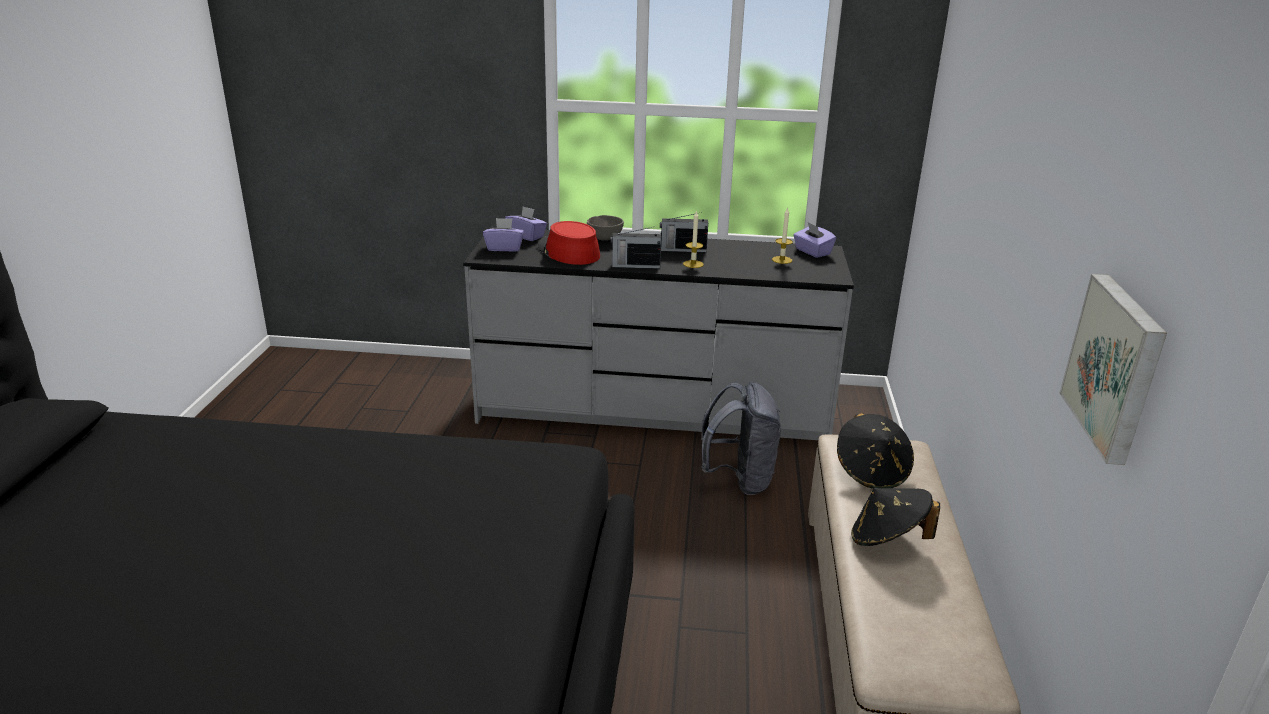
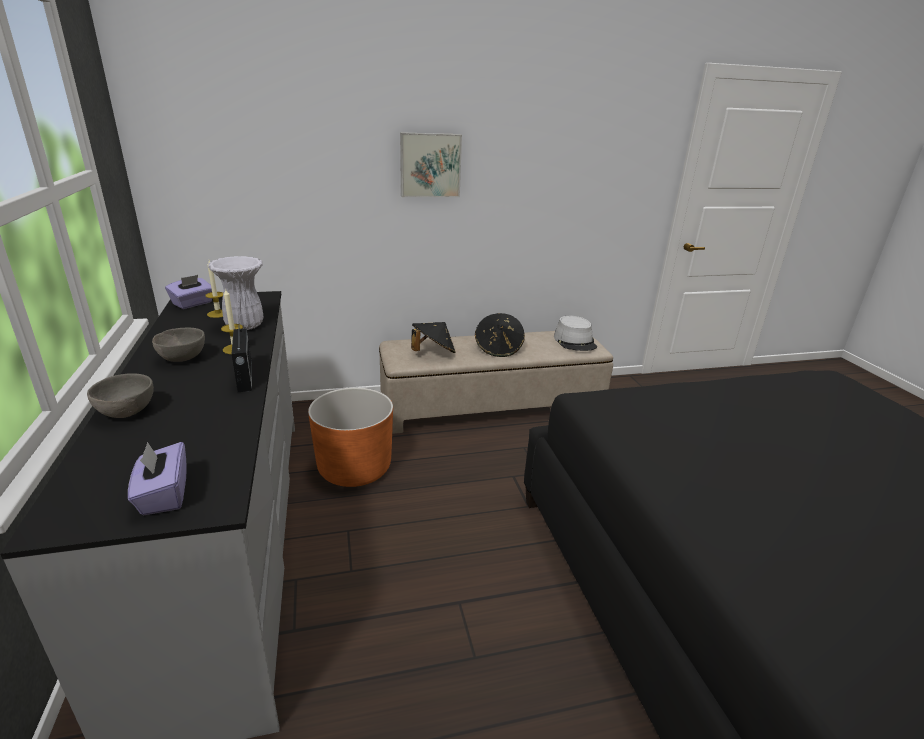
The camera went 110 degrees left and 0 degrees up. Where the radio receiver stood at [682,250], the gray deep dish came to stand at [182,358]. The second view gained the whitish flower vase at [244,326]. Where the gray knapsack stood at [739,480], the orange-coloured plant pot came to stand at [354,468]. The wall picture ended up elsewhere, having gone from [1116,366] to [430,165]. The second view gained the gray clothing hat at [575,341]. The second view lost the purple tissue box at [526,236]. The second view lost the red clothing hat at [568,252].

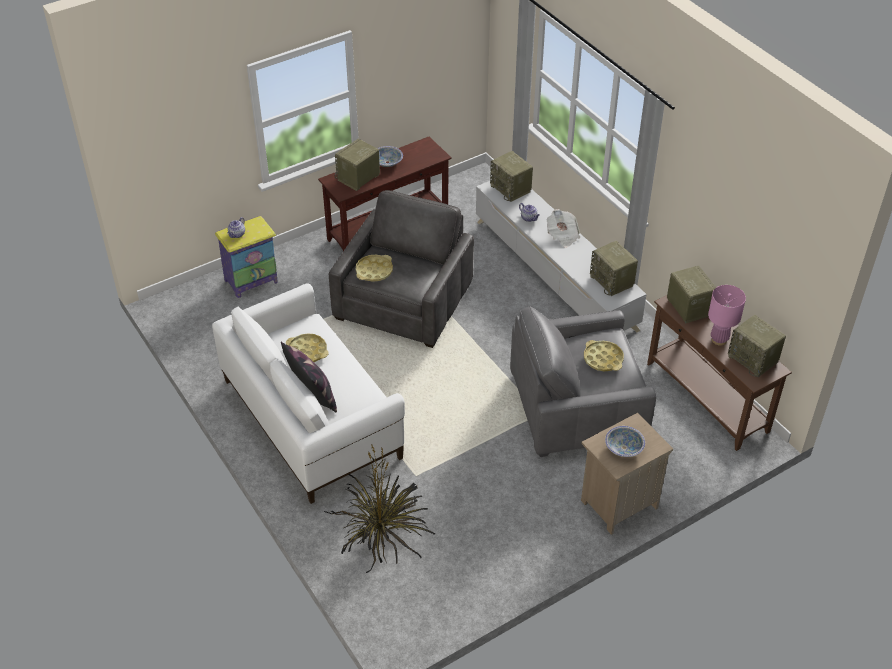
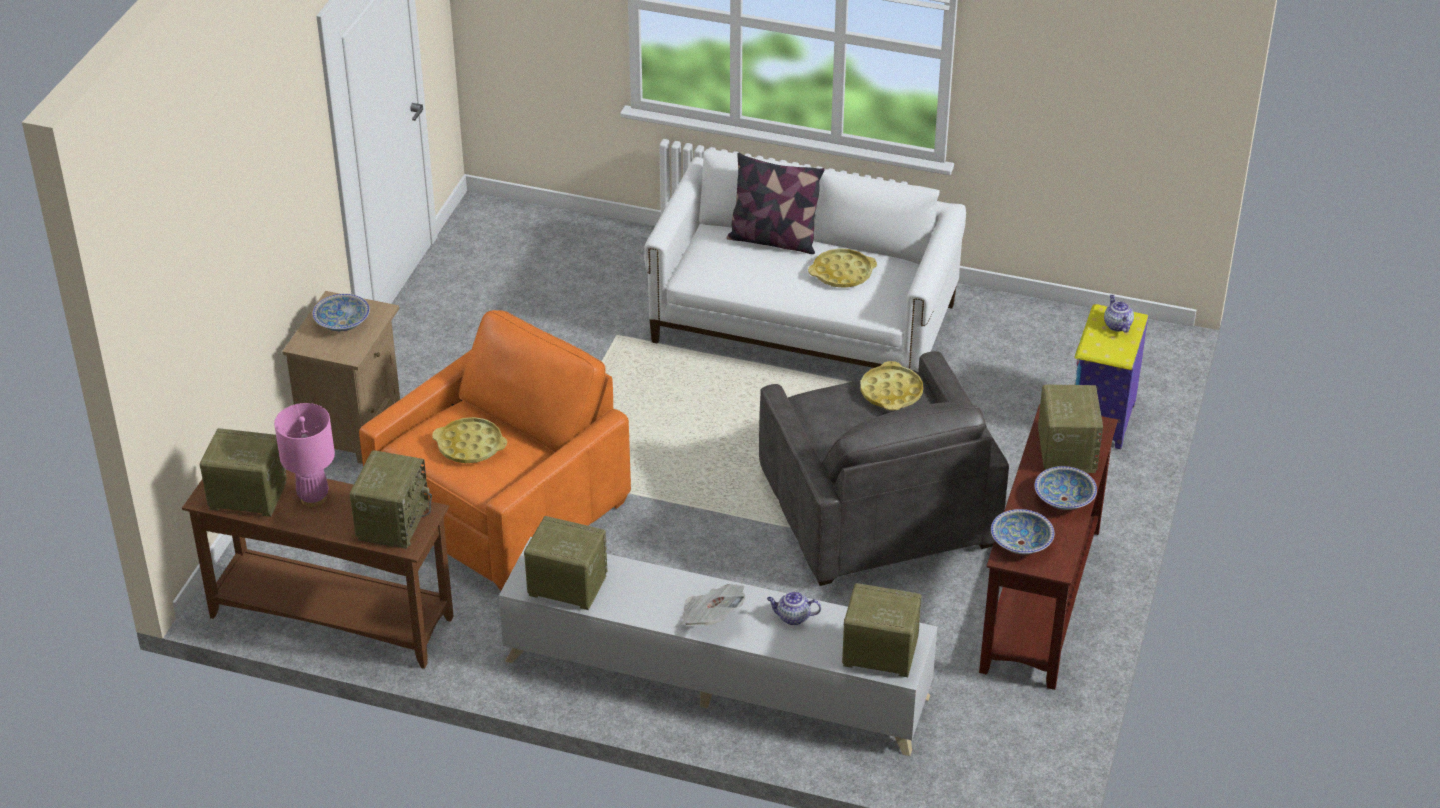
The camera went 140 degrees right and 5 degrees down. The radio receiver at [688,307] ended up facing another way, 105 degrees counterclockwise from before. What was the gray easy chair at [576,406] turned into the orange-coloured easy chair at [501,508]. The second view gained the deep dish at [1021,543]. The second view lost the houseplant at [382,535].

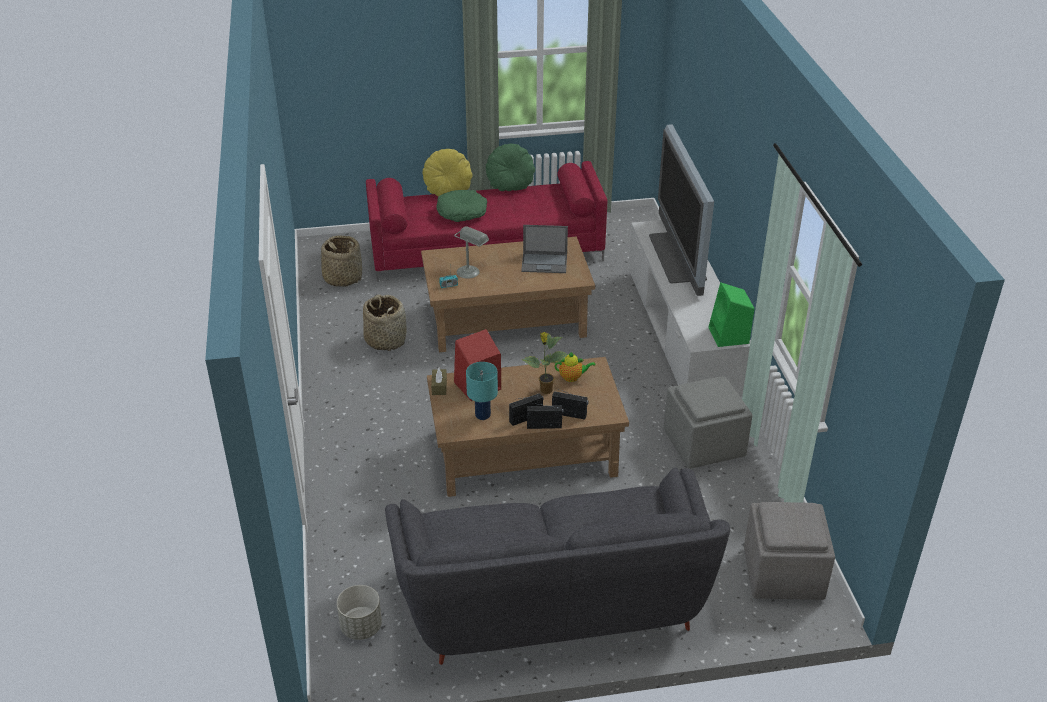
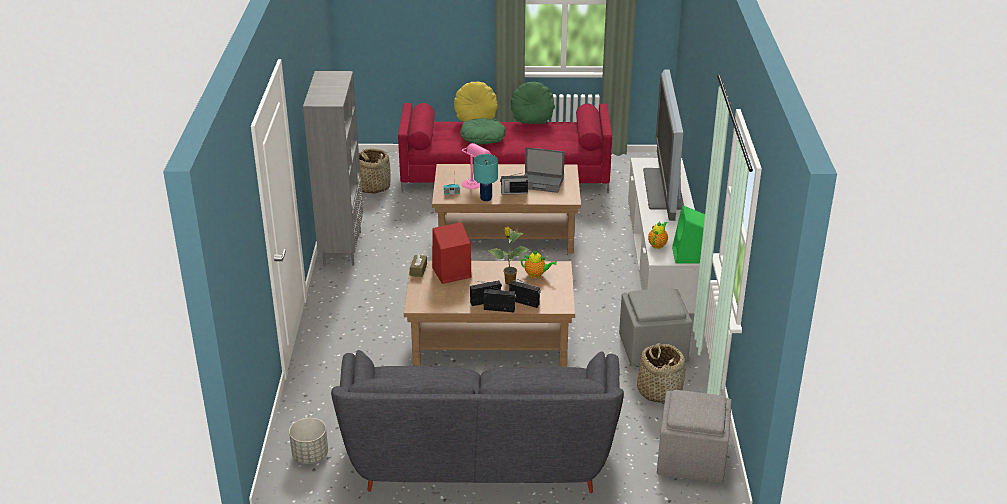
The camera went 10 degrees right and 5 degrees down. The second view gained the gray bookshelf at [341,248]. What was the gray table lamp at [470,269] turned into the pinkish table lamp at [474,182]. The turquoise table lamp ended up elsewhere, having gone from [483,416] to [486,199]. The second view gained the radio receiver at [513,192]. The storage basket ended up elsewhere, having gone from [386,340] to [659,391]. The second view gained the pot for tea at [658,244].

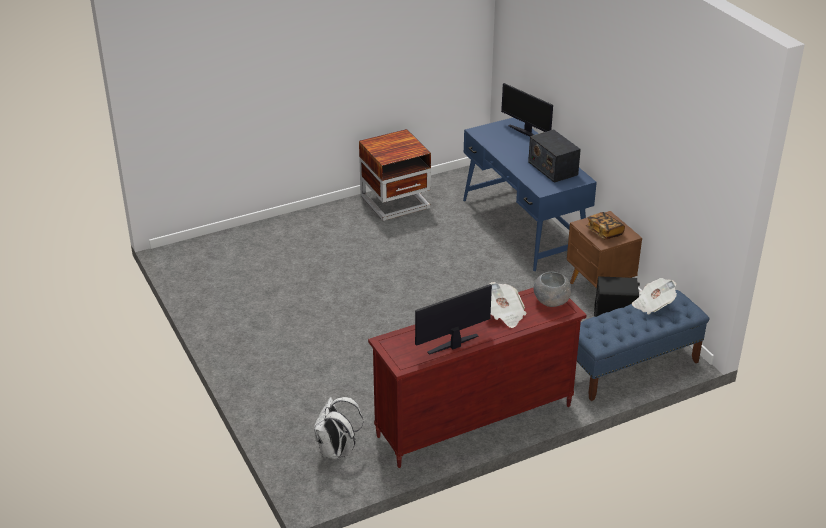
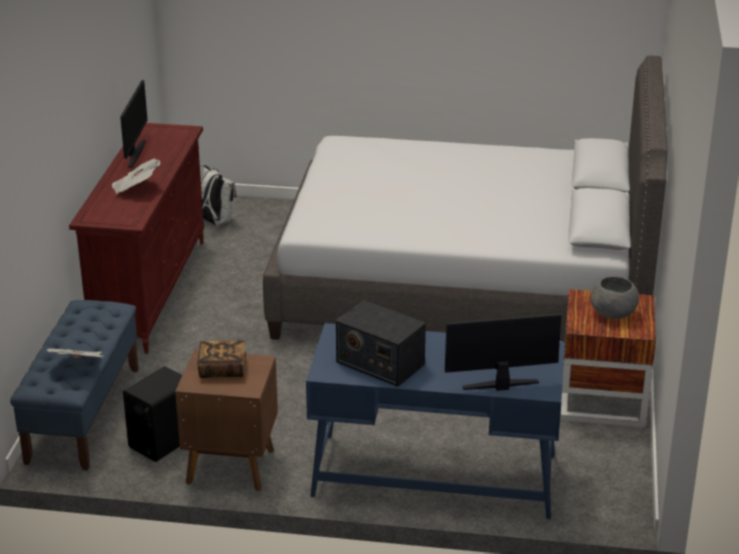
The camera went 125 degrees right and 5 degrees down. The second view gained the gray bed at [464,287]. The radio receiver at [552,168] ended up facing another way, 150 degrees counterclockwise from before. The gray deep dish ended up elsewhere, having gone from [551,301] to [612,313].

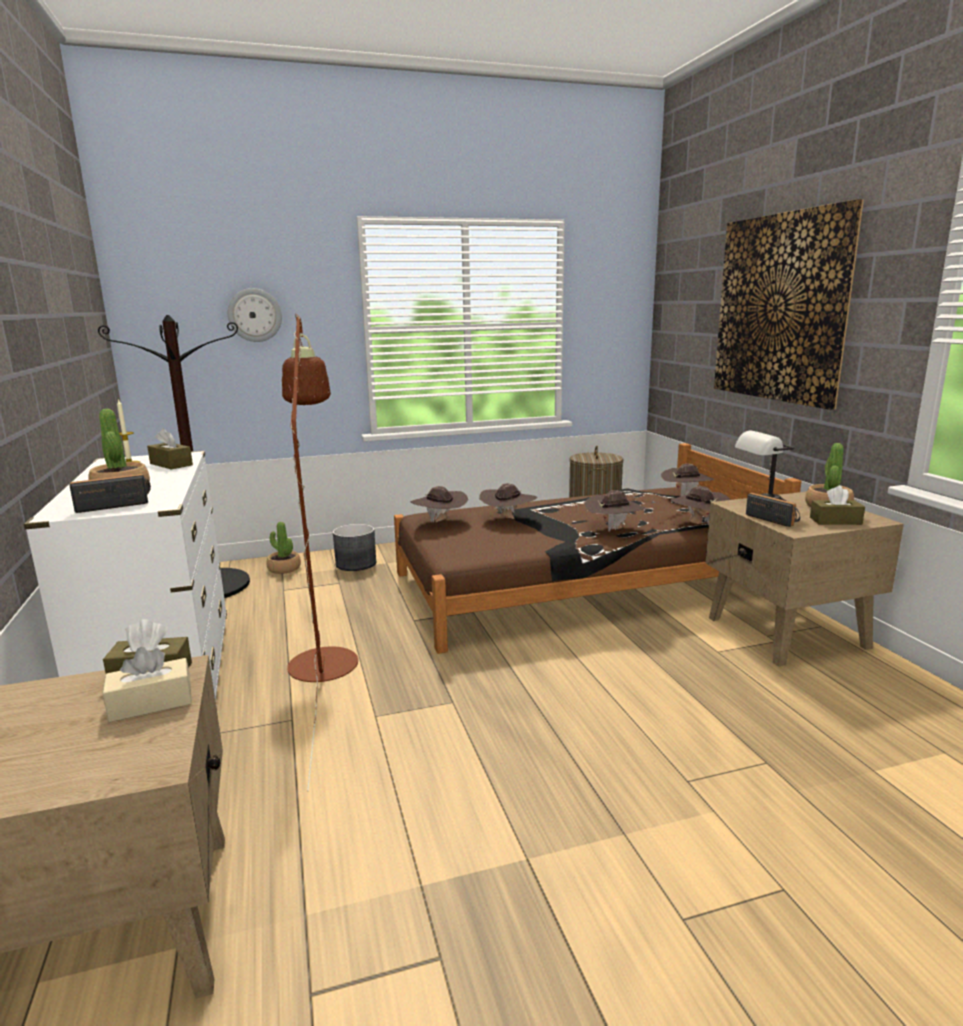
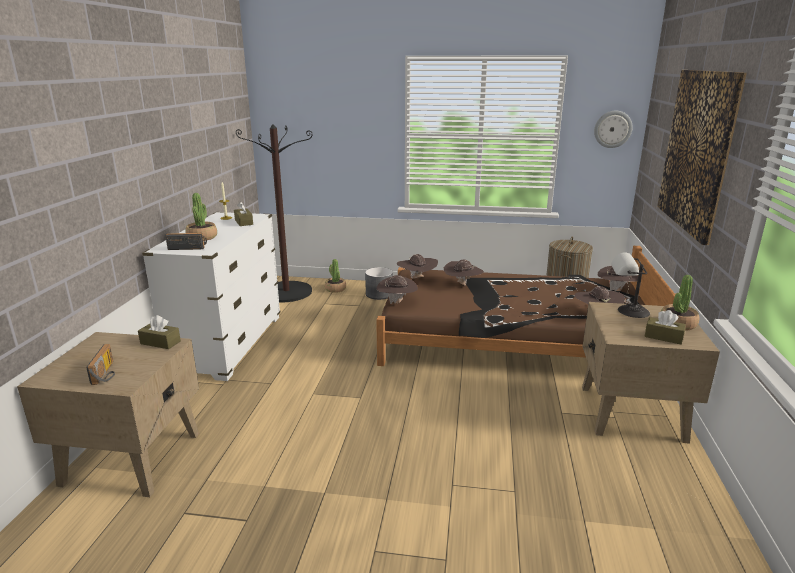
The camera went 25 degrees right and 5 degrees up. The radio receiver ended up elsewhere, having gone from [773,519] to [107,373]. The brown-coloured clothing hat ended up elsewhere, having gone from [613,529] to [397,302]. The hanging clock ended up elsewhere, having gone from [255,315] to [612,129]. The second view lost the beige tissue box at [151,703]. The second view lost the brown-coloured standing lamp at [323,655].

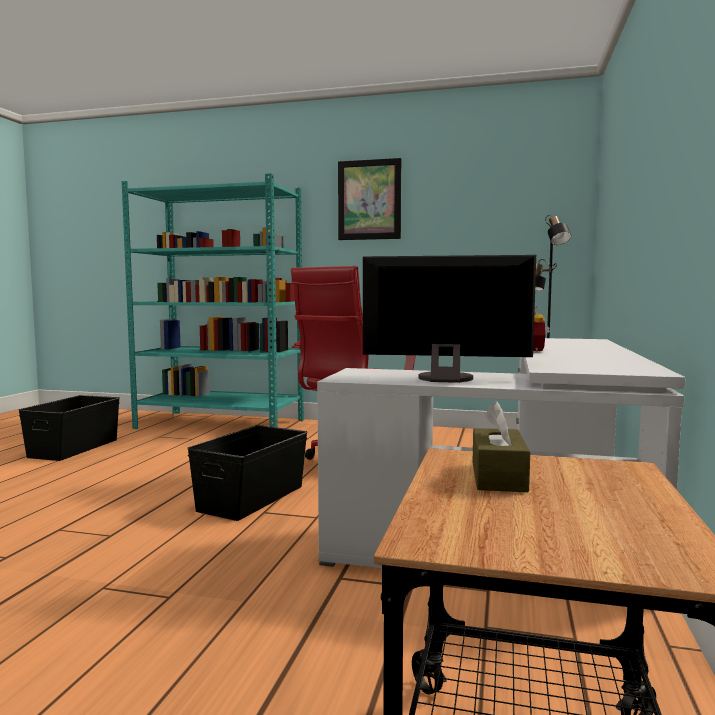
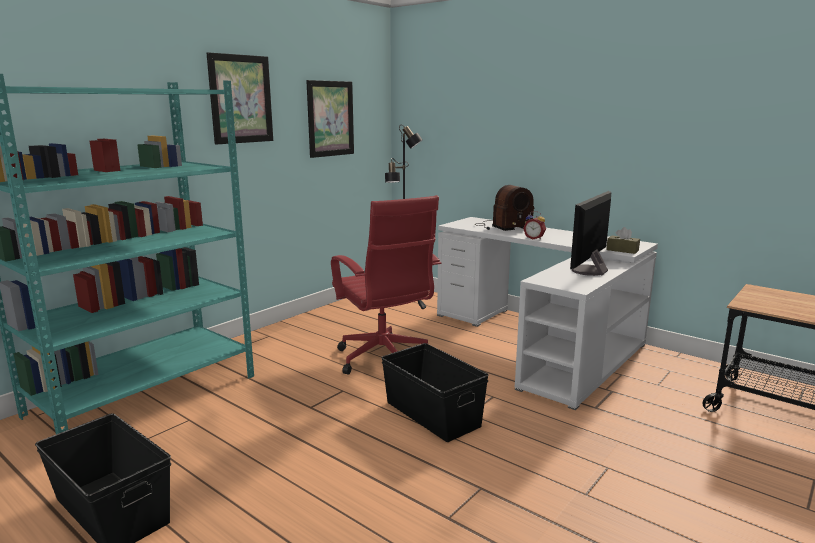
The camera went 65 degrees left and 10 degrees up. The second view gained the wall picture at [330,118]. The second view gained the radio receiver at [502,227]. The brown-coloured tissue box ended up elsewhere, having gone from [498,476] to [622,250].

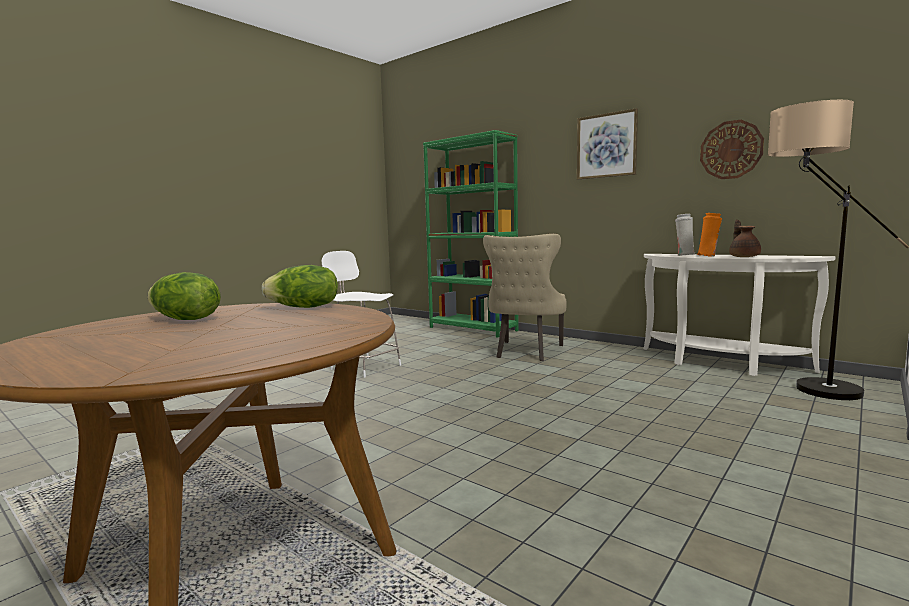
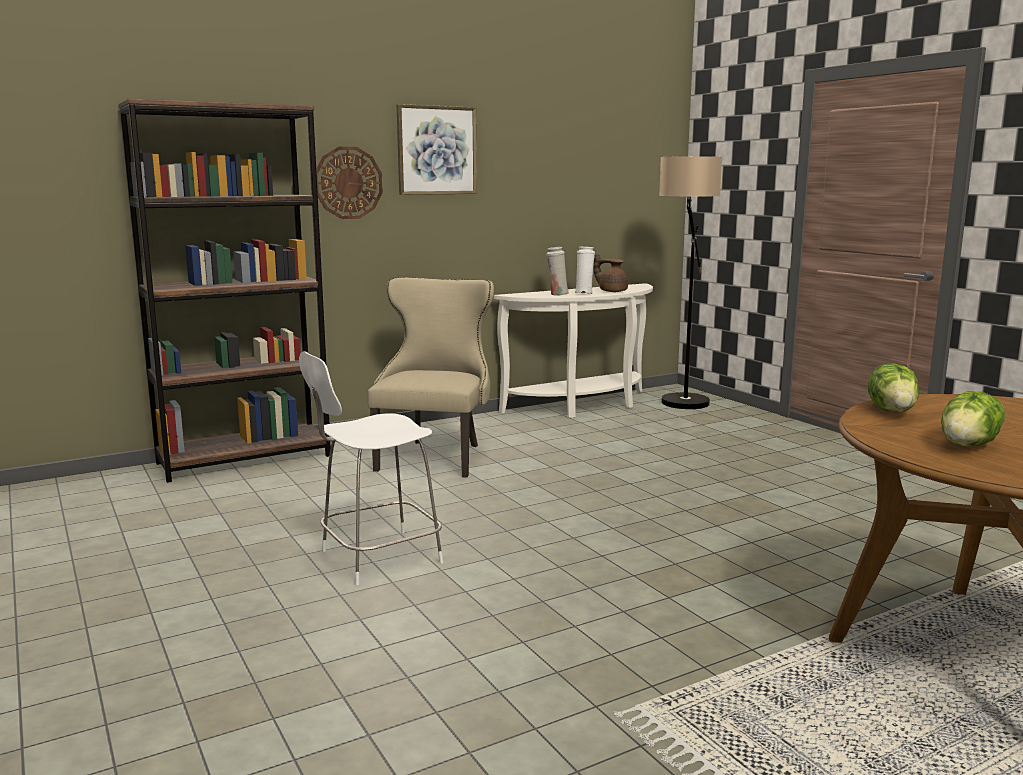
The camera went 70 degrees left and 5 degrees up. What was the green-coloured bookshelf at [473,329] turned into the brown-coloured bookshelf at [245,459]. The hanging clock ended up elsewhere, having gone from [731,150] to [348,183]. The beige chair at [526,351] ended up facing another way, 120 degrees counterclockwise from before. What was the orange-coloured flower vase at [708,256] turned into the whitish flower vase at [584,293].

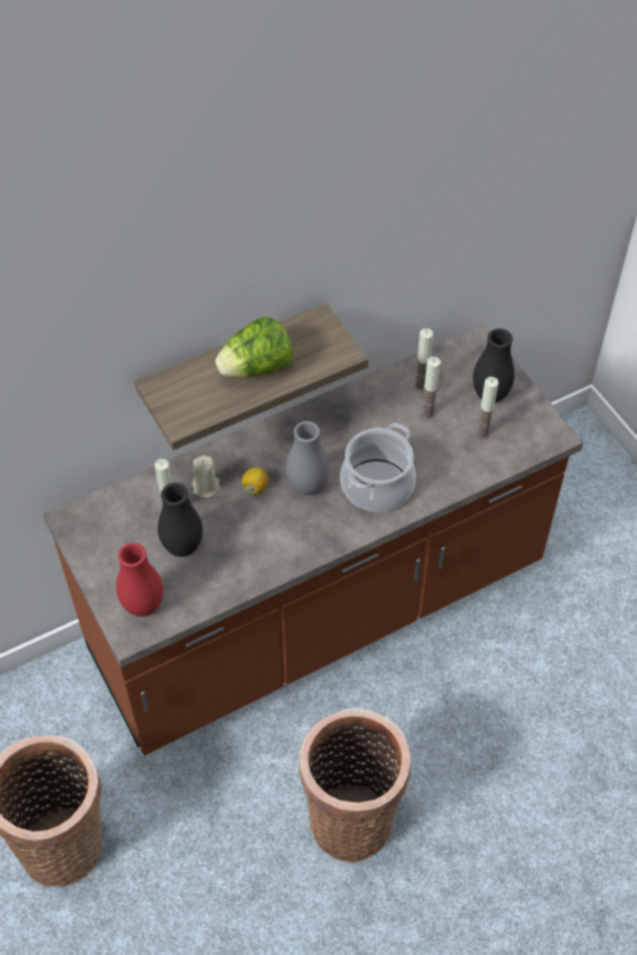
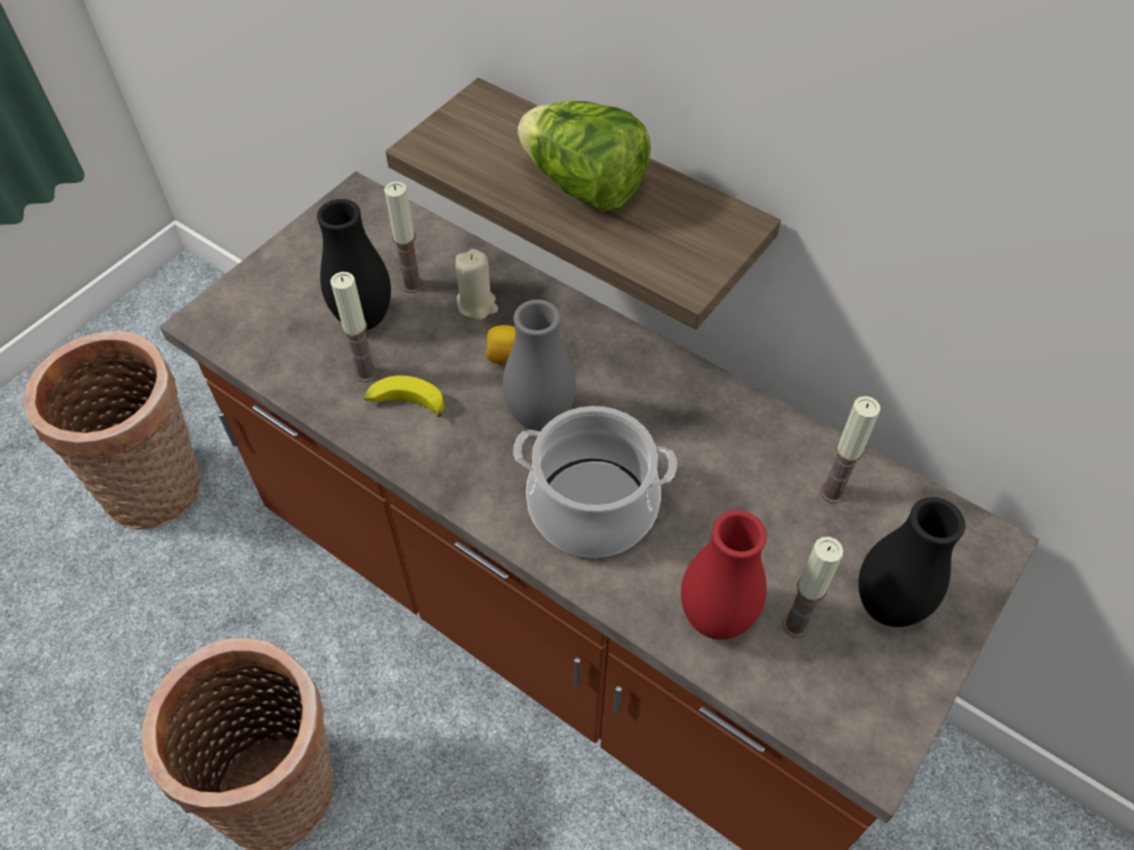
The camera went 65 degrees right and 0 degrees up. The wax light ended up elsewhere, having gone from [428,413] to [366,373]. The second view gained the banana at [405,404]. The red flower vase ended up elsewhere, having gone from [143,606] to [715,618].

